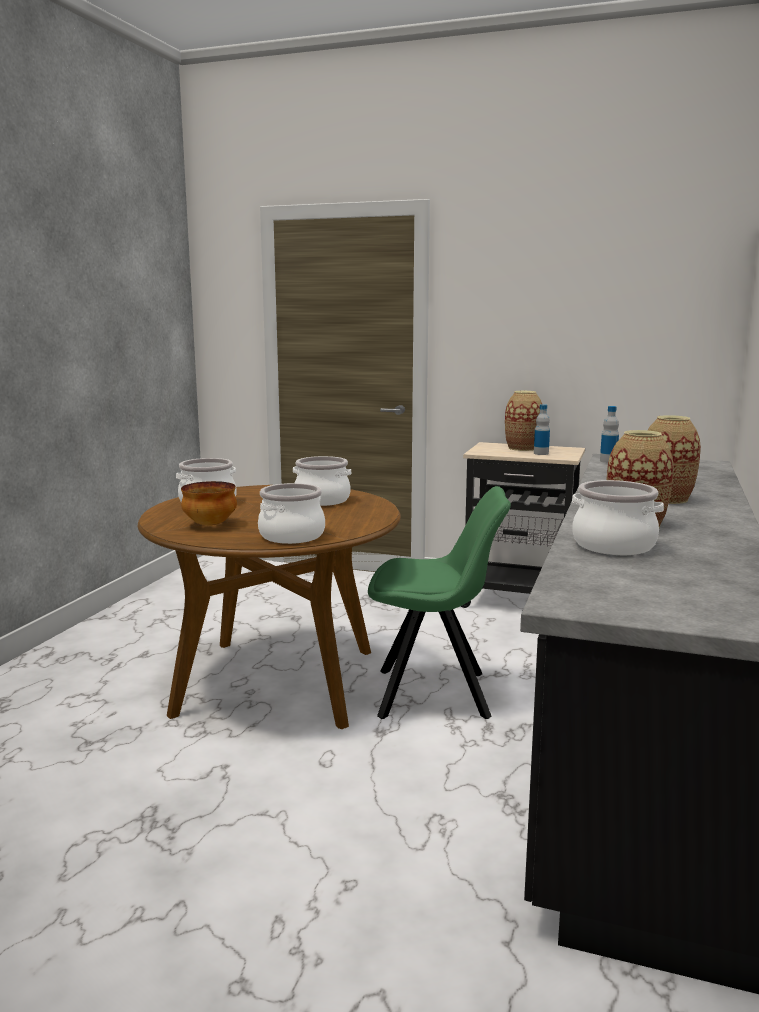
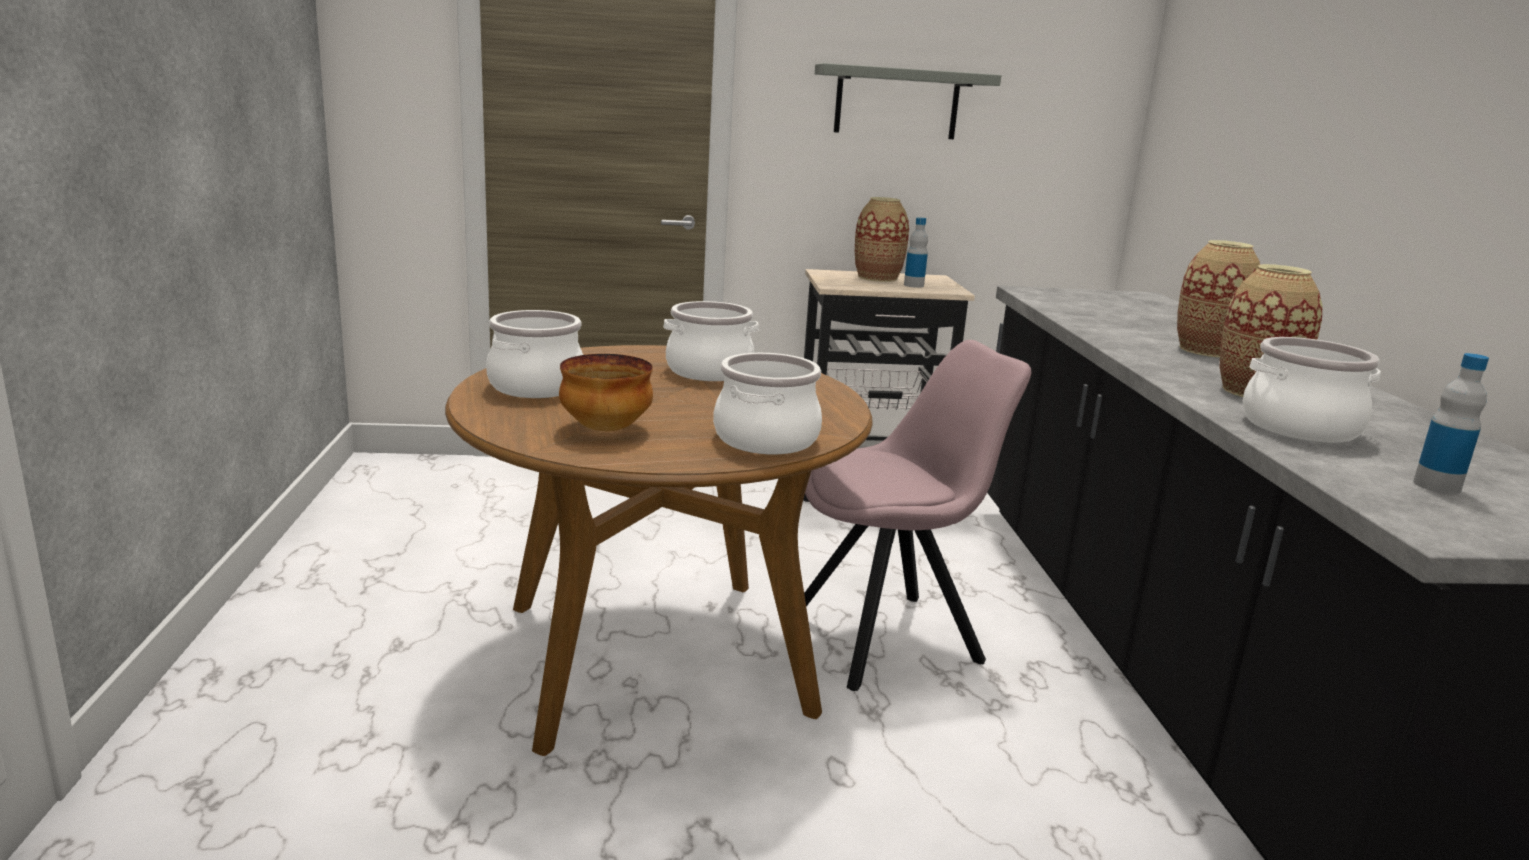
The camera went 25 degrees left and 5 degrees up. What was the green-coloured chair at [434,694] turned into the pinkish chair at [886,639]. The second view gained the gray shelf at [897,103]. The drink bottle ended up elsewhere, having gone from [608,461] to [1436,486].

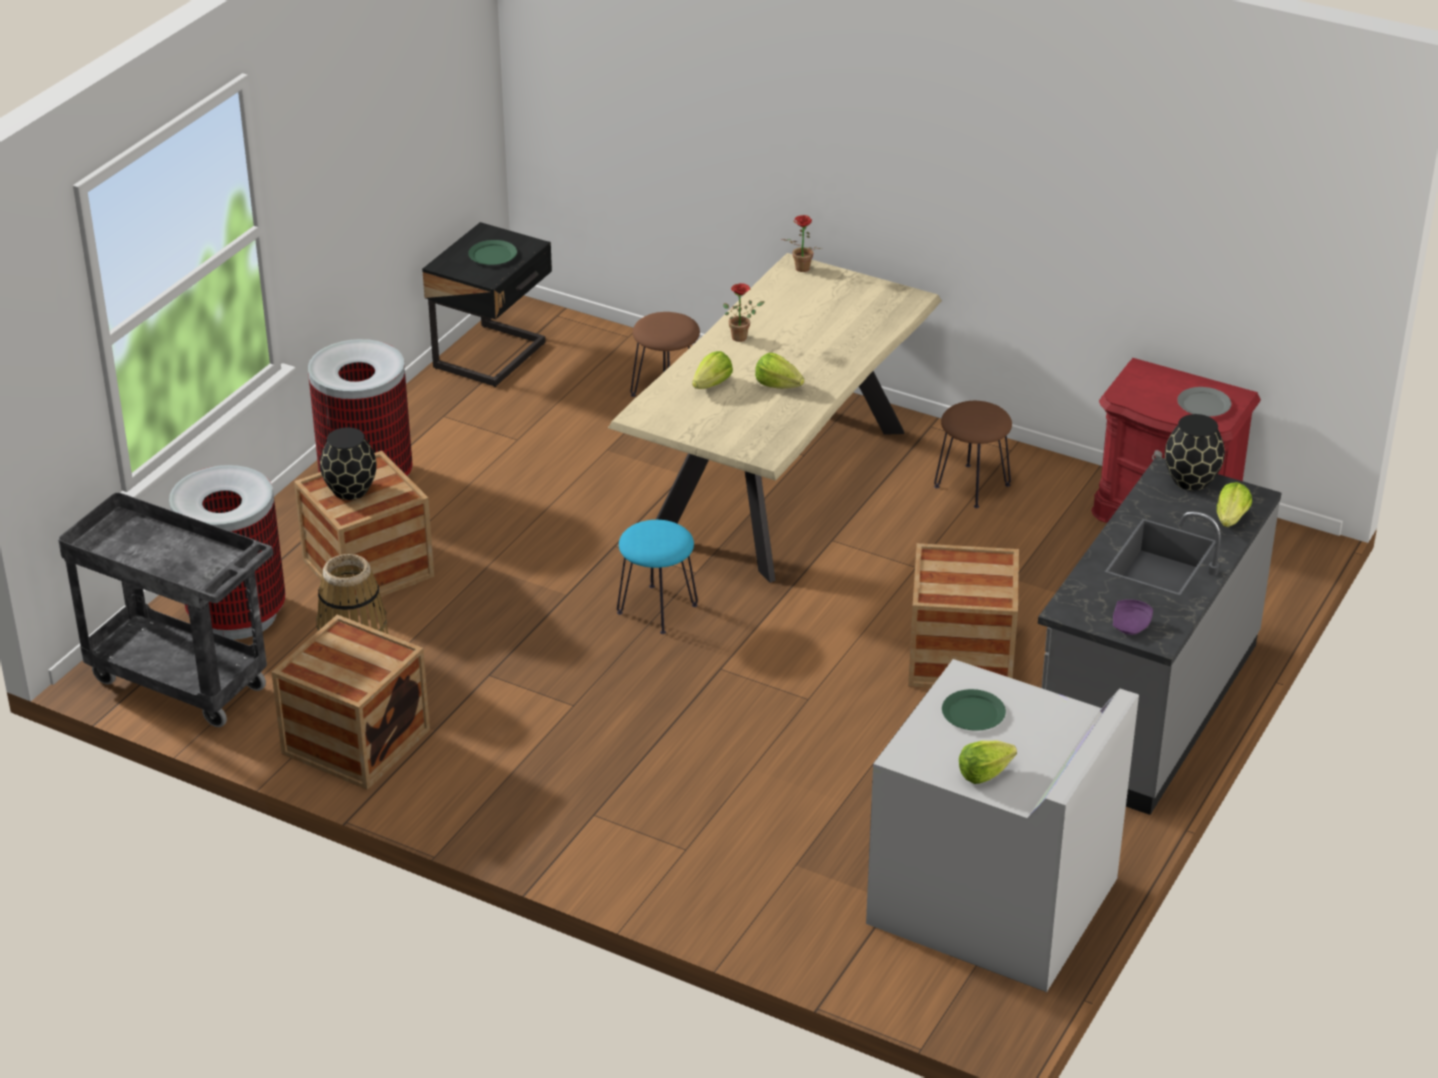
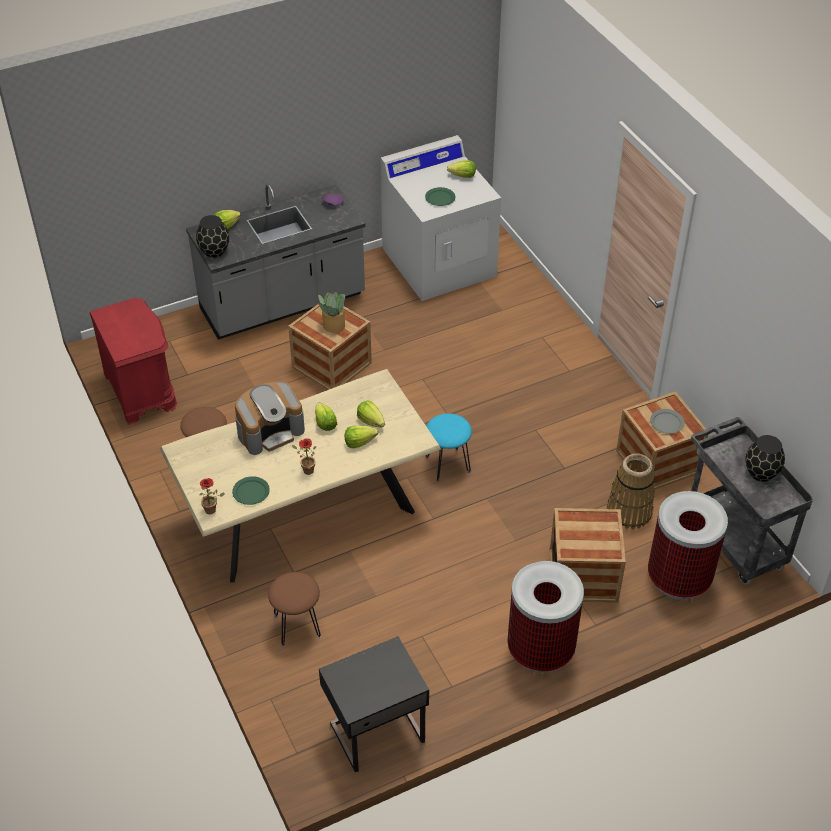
The camera went 145 degrees left and 10 degrees up. The green-coloured plate ended up elsewhere, having gone from [492,255] to [251,492]. The second view gained the coffee maker at [270,431]. The second view gained the houseplant at [333,325]. The second view gained the lettuce head at [371,421]. The gray plate ended up elsewhere, having gone from [1203,405] to [667,422]. The black-coloured flower vase ended up elsewhere, having gone from [351,489] to [760,473].

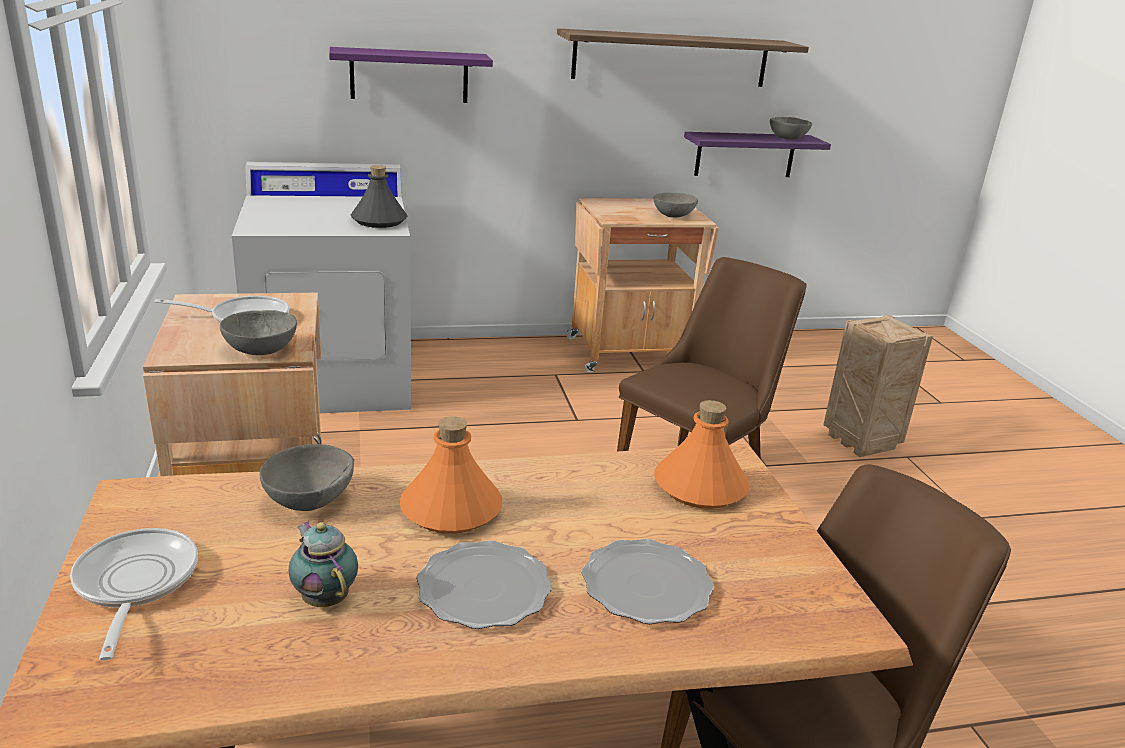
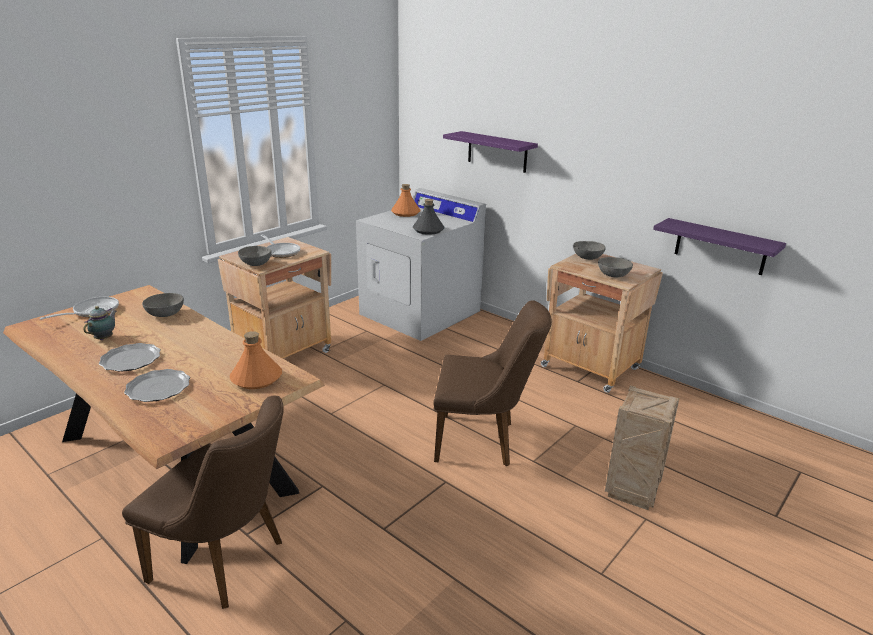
The camera went 55 degrees right and 0 degrees up. The orange-coloured drink bottle ended up elsewhere, having gone from [450,509] to [405,213]. The gray deep dish ended up elsewhere, having gone from [787,139] to [587,258]. The second view lost the shelf at [671,58].

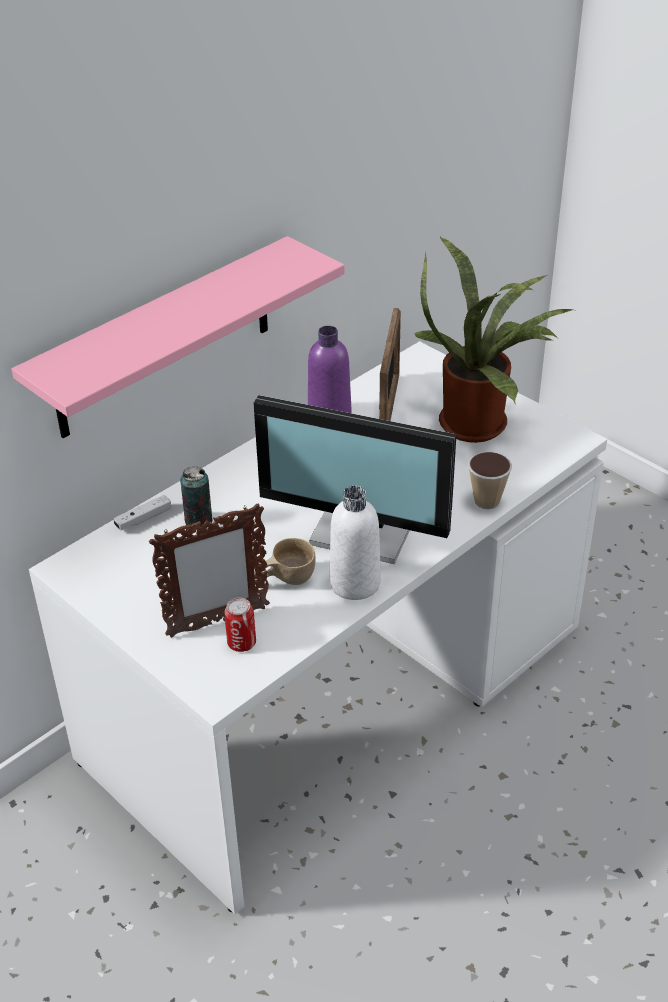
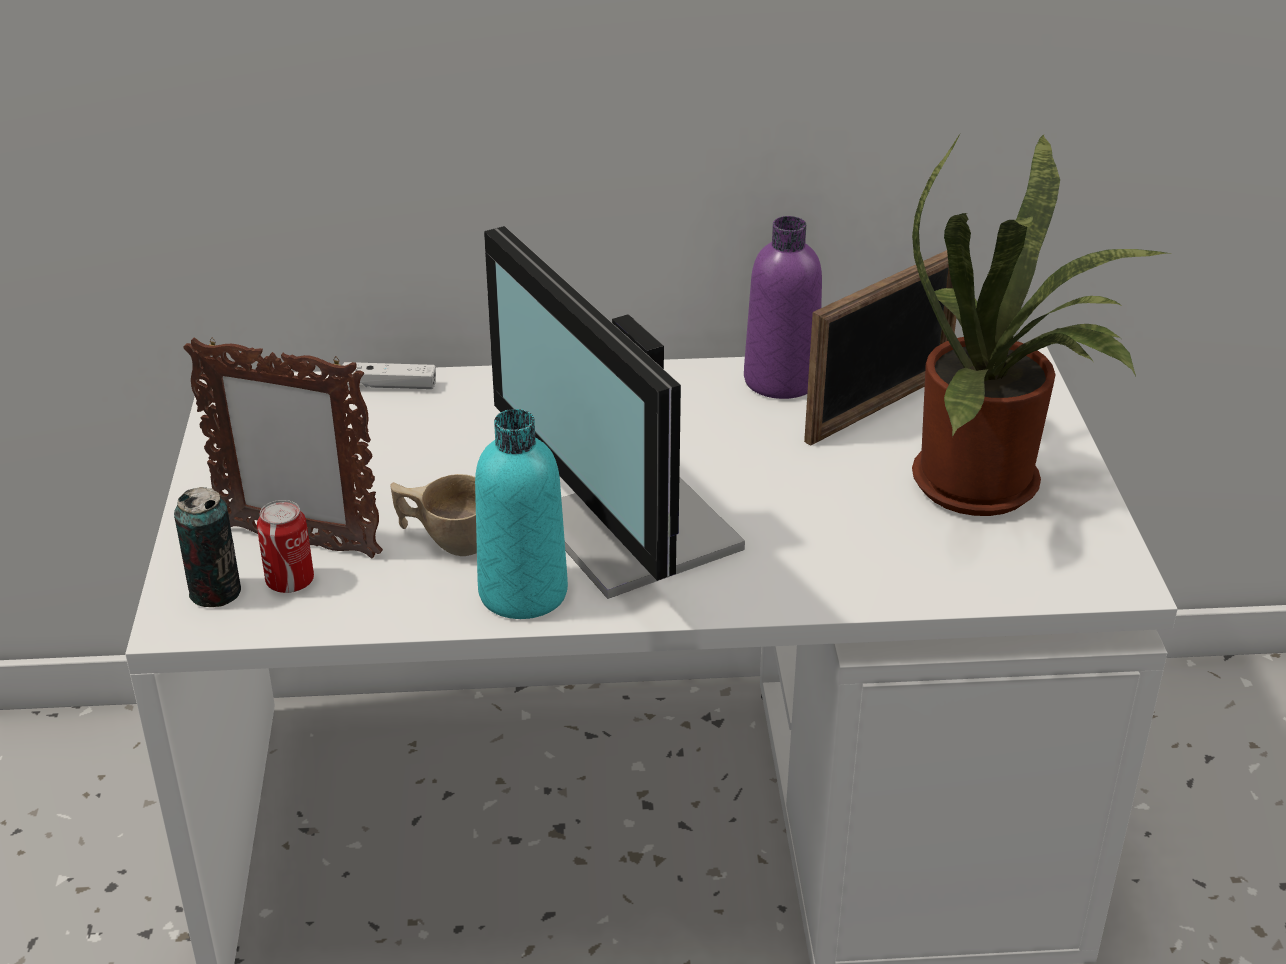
The camera went 40 degrees right and 5 degrees down. The can ended up elsewhere, having gone from [198,521] to [215,592]. What was the whitish drink bottle at [355,583] turned into the turquoise drink bottle at [523,592]. The second view lost the pinkish shelf at [164,339]. The second view lost the small cup at [487,501].

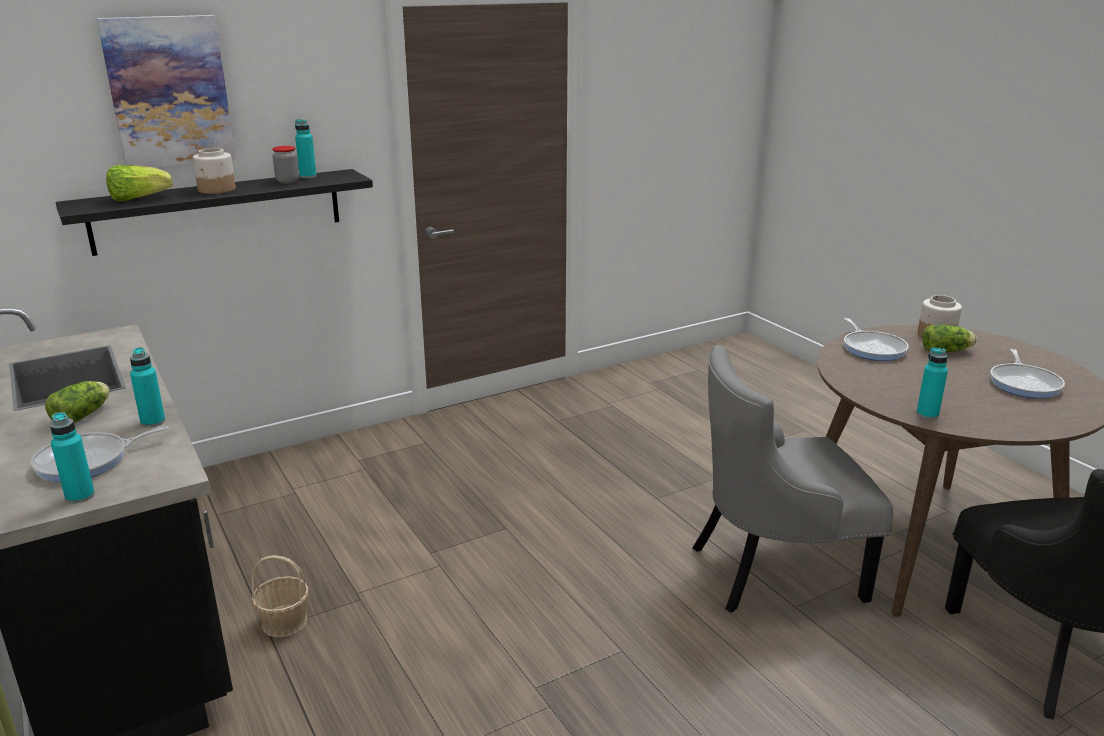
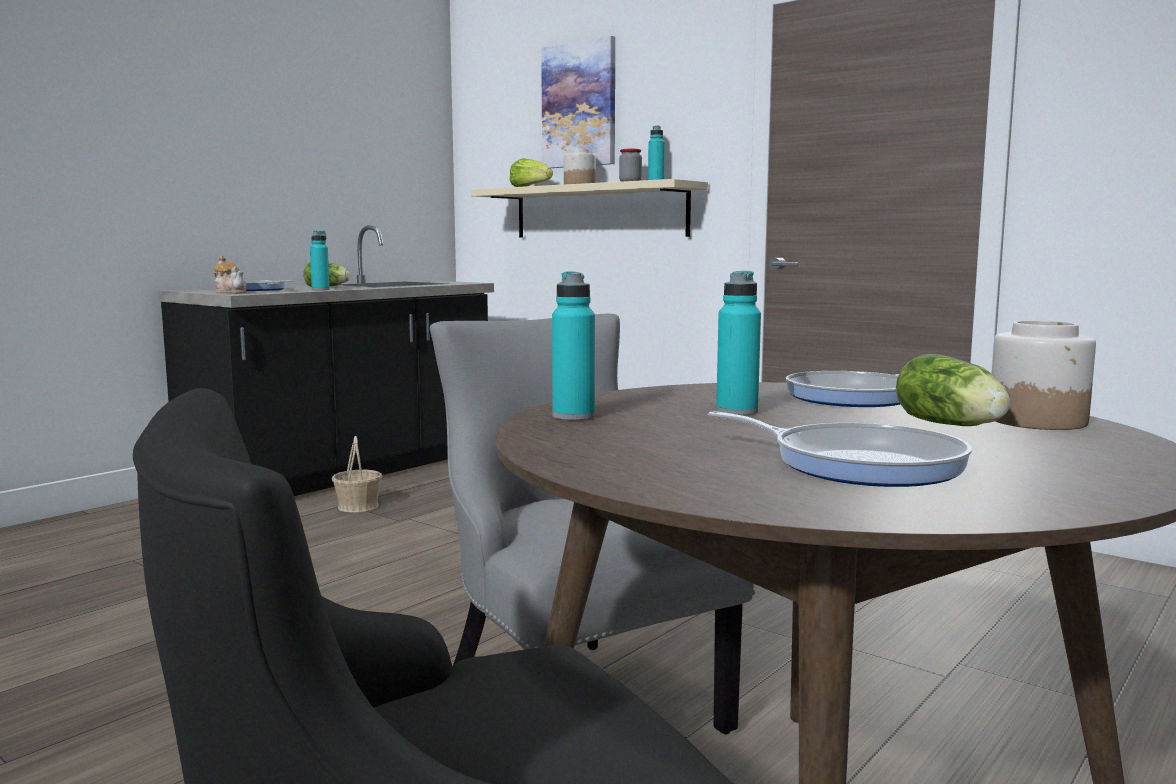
The camera went 70 degrees right and 15 degrees down. The second view gained the pot for tea at [231,293]. What was the black-coloured shelf at [218,211] turned into the beige shelf at [599,212]. The skillet at [1024,383] ended up facing another way, 135 degrees counterclockwise from before. The turquoise drink bottle ended up elsewhere, having gone from [80,496] to [737,411].

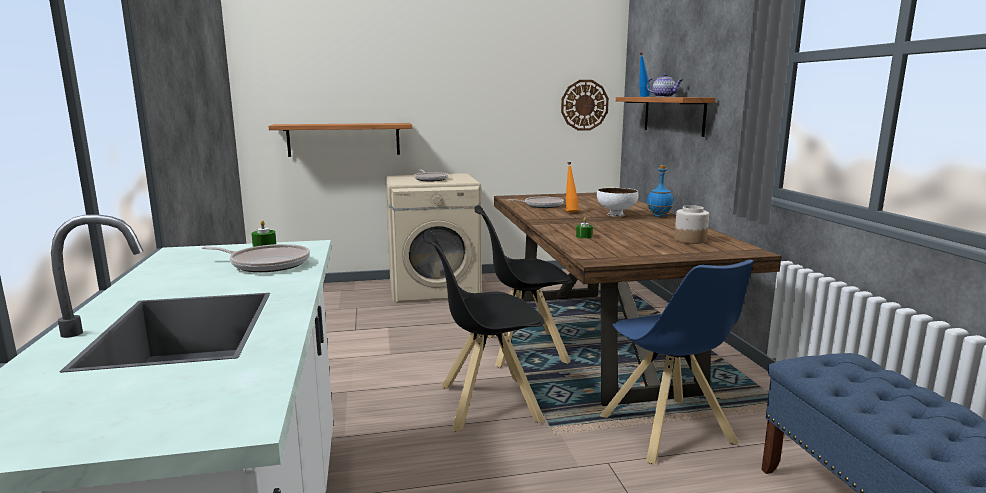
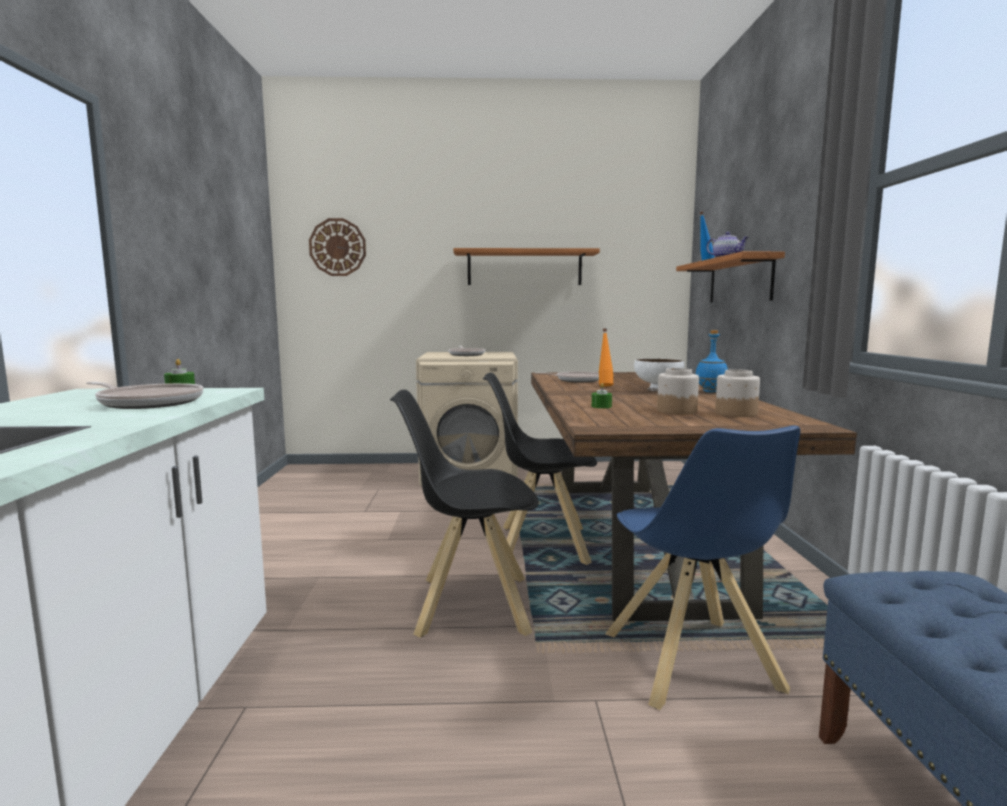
The camera went 10 degrees right and 5 degrees down. The hanging clock ended up elsewhere, having gone from [584,105] to [337,247]. The shelf ended up elsewhere, having gone from [344,139] to [524,268]. The second view gained the preserve jar at [676,411].

